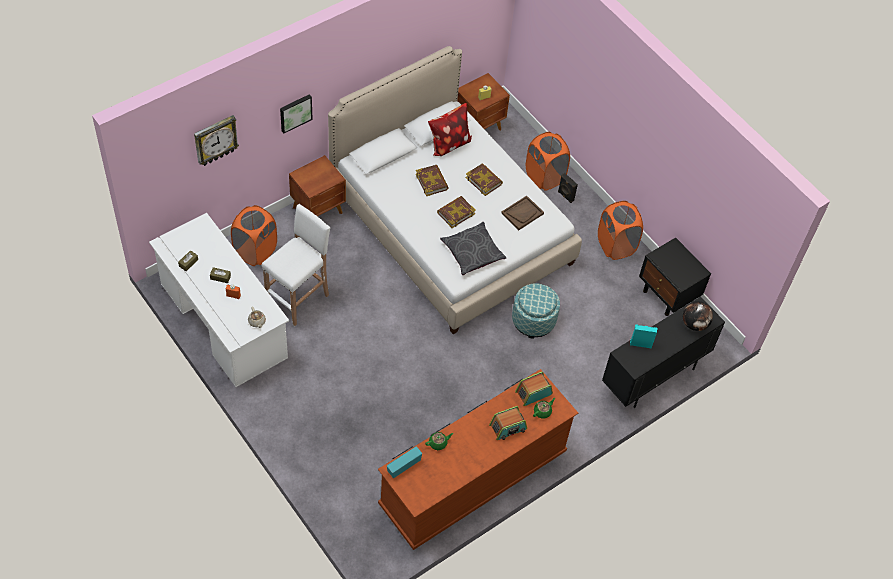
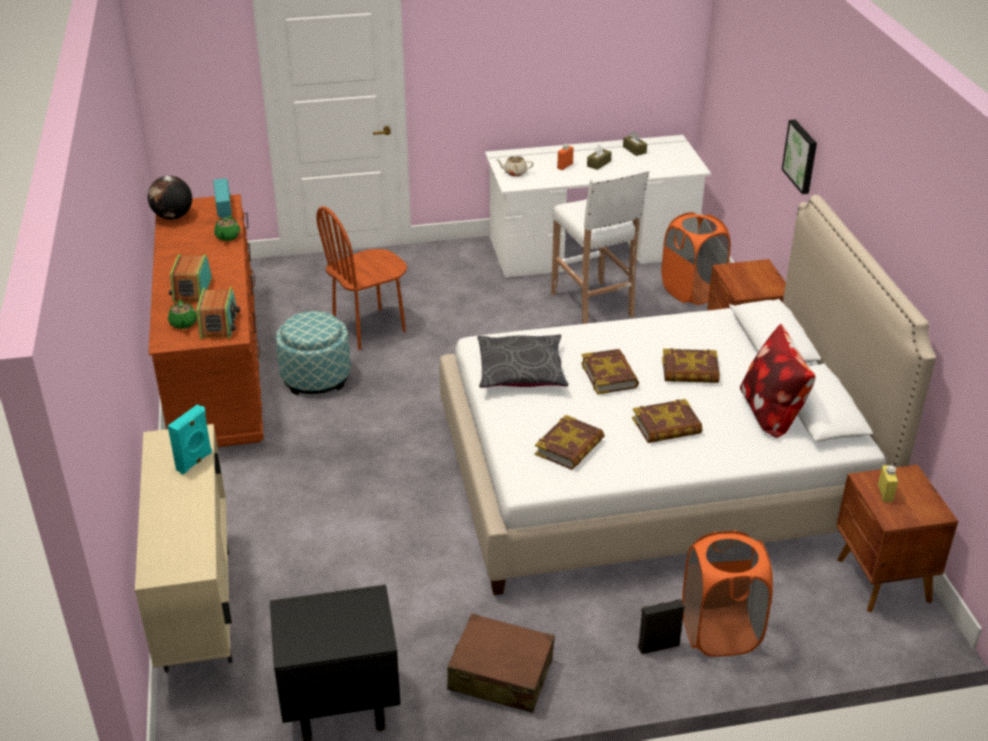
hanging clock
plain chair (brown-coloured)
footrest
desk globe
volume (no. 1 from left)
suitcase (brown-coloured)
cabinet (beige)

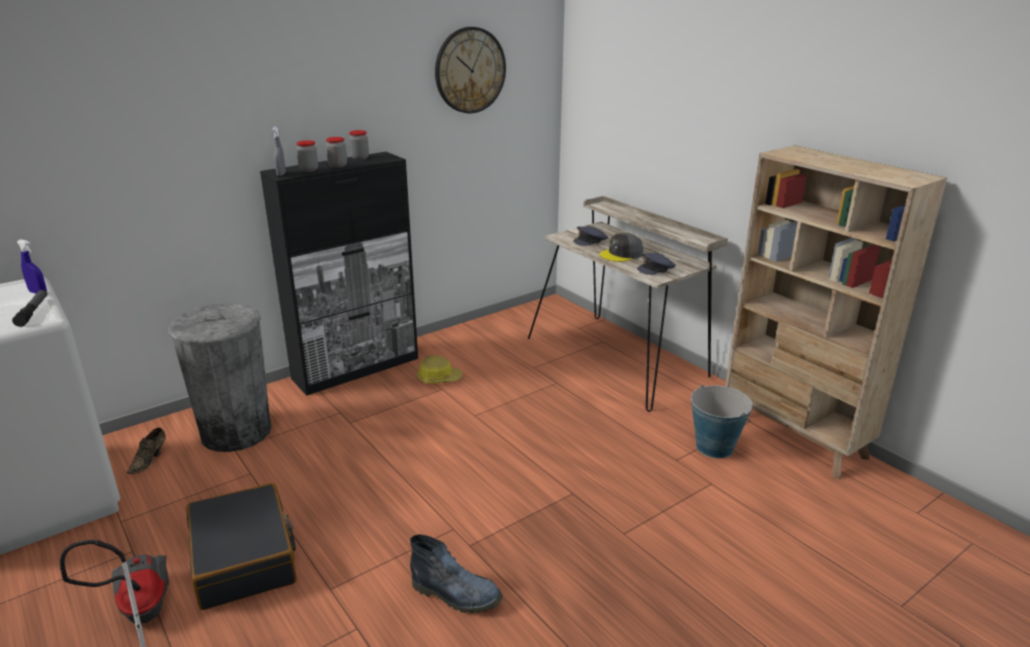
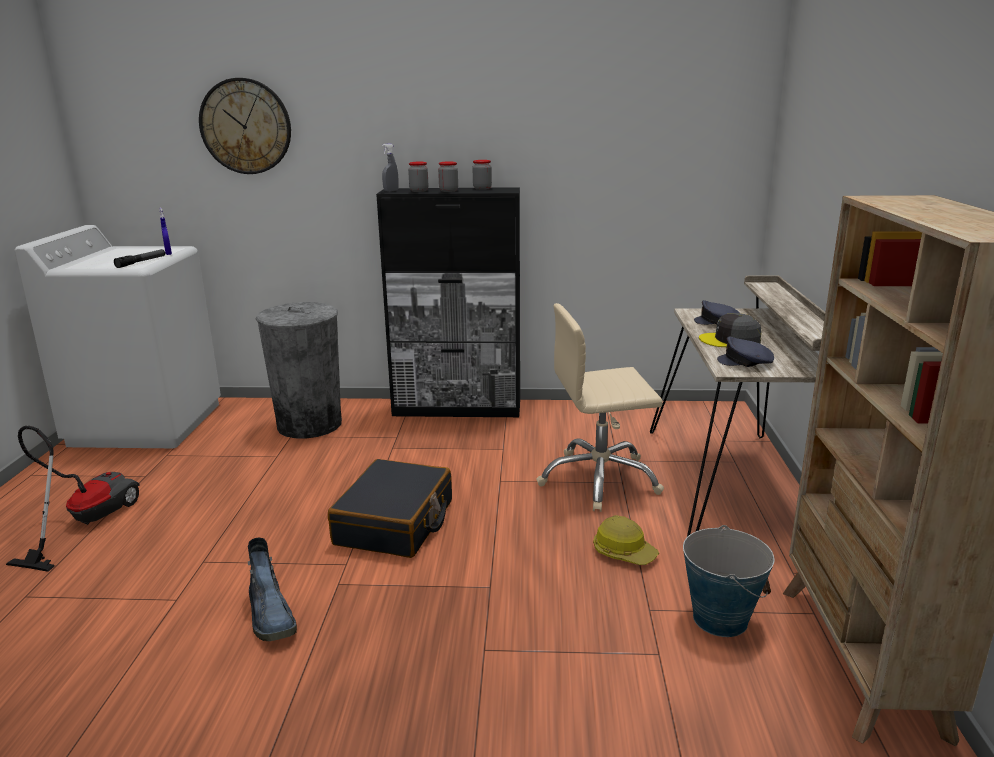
item of footwear (brown-coloured)
office chair (beige)
suitcase (black-coloured)
work helmet
hanging clock

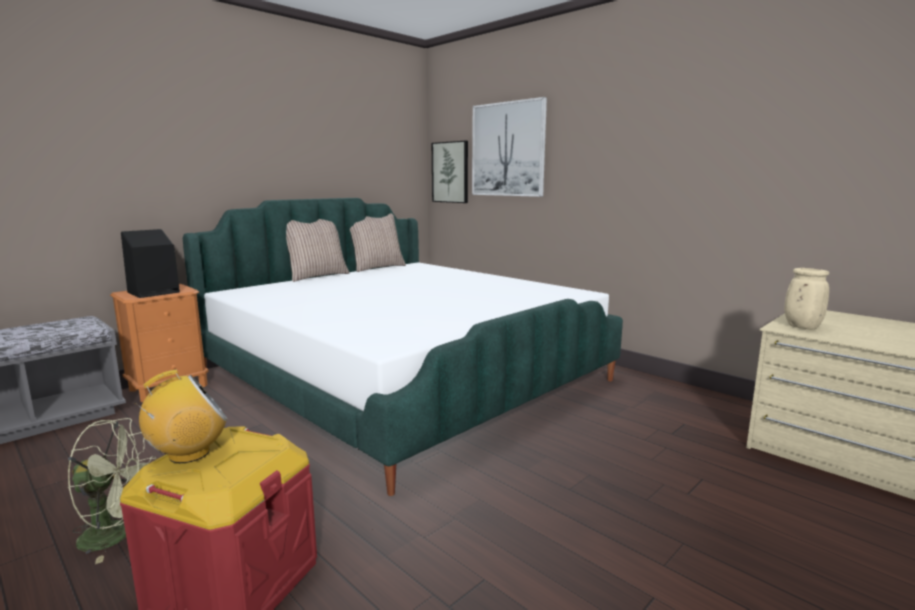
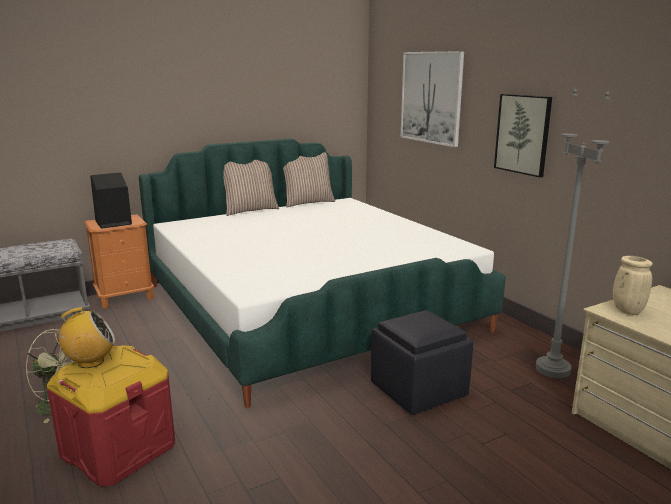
footrest (black-coloured)
floor lamp (grey)
picture (no. 2 from left)

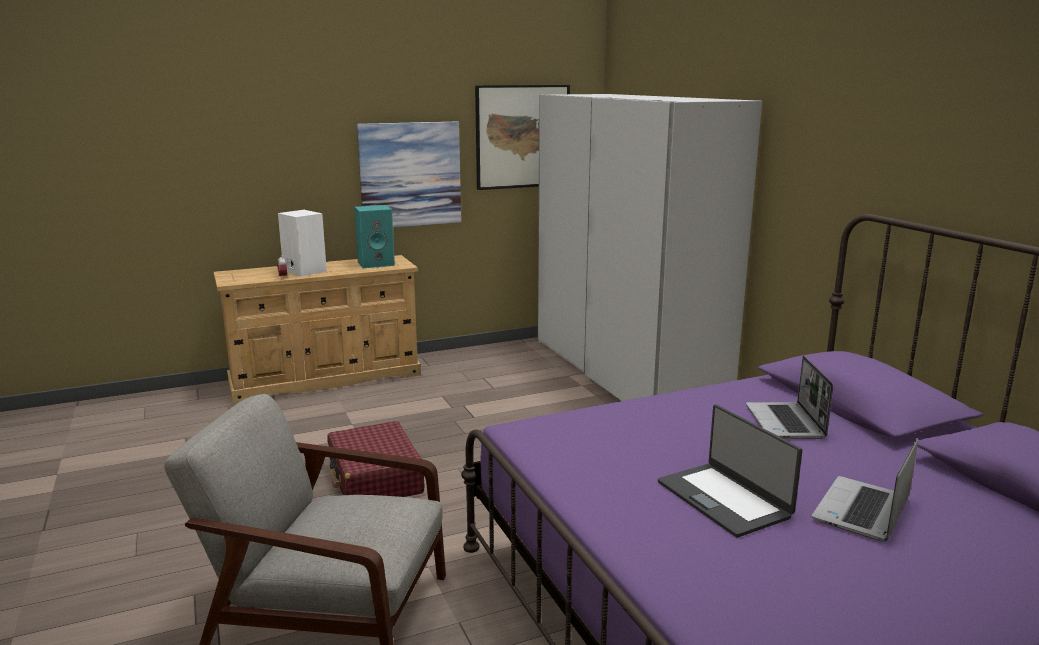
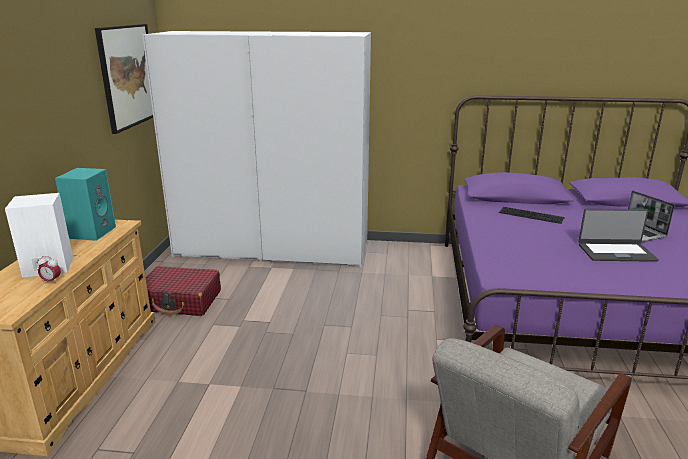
picture (no. 1 from left in the first image)
suitcase (red-coloured)
PC keyboard

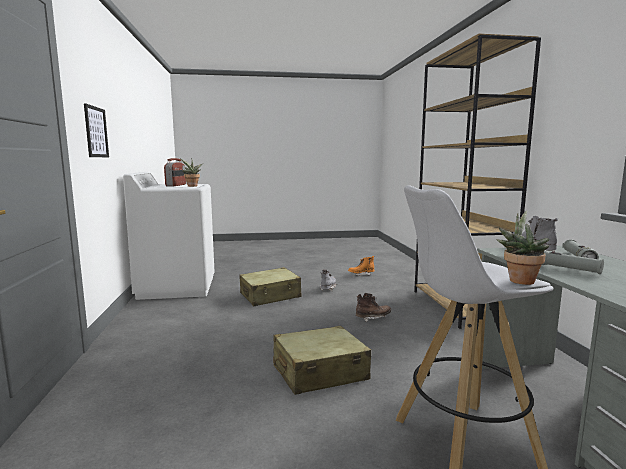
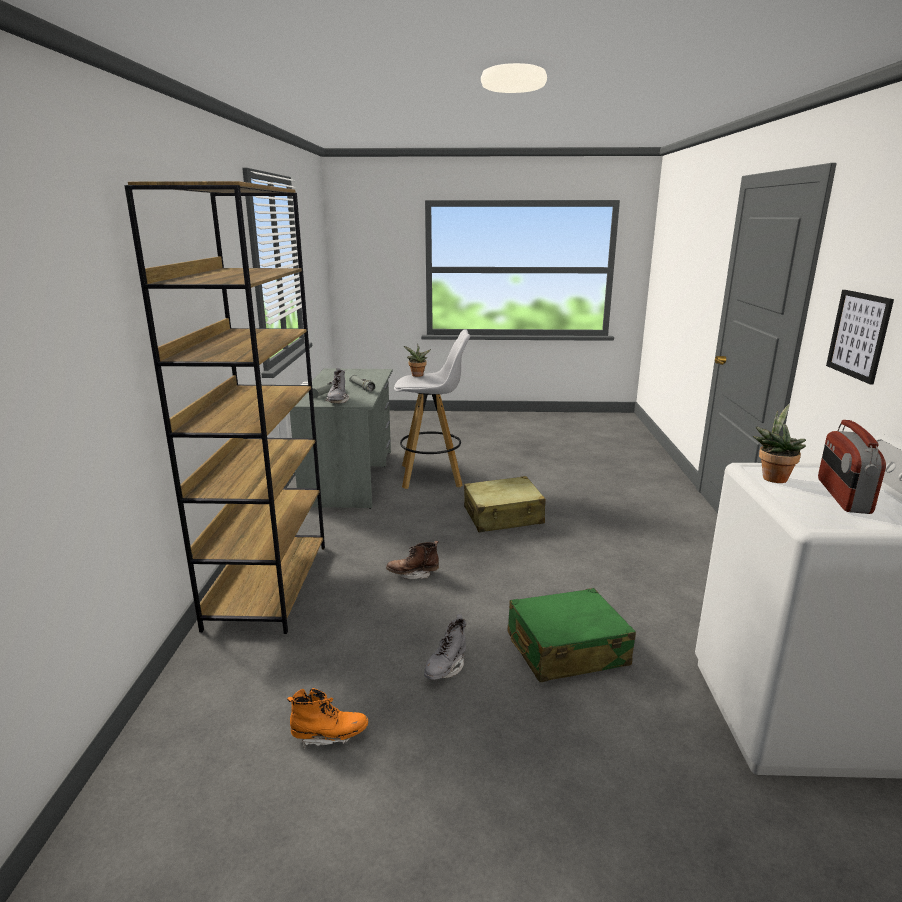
suitcase (greenish)

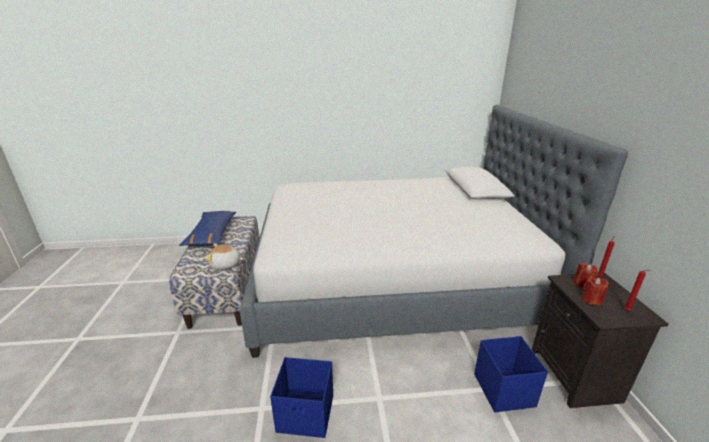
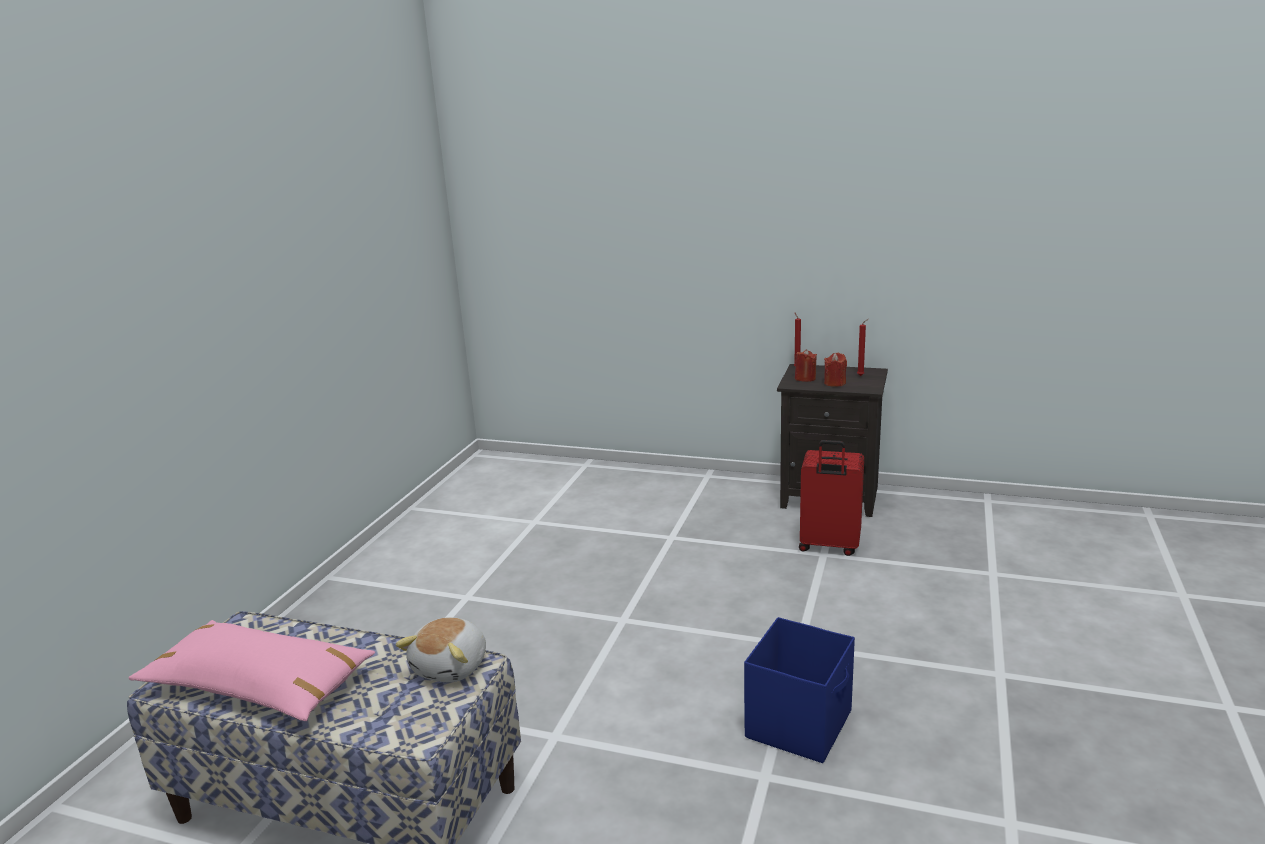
sleeping bed
suitcase (red-coloured)
pillow (pink)

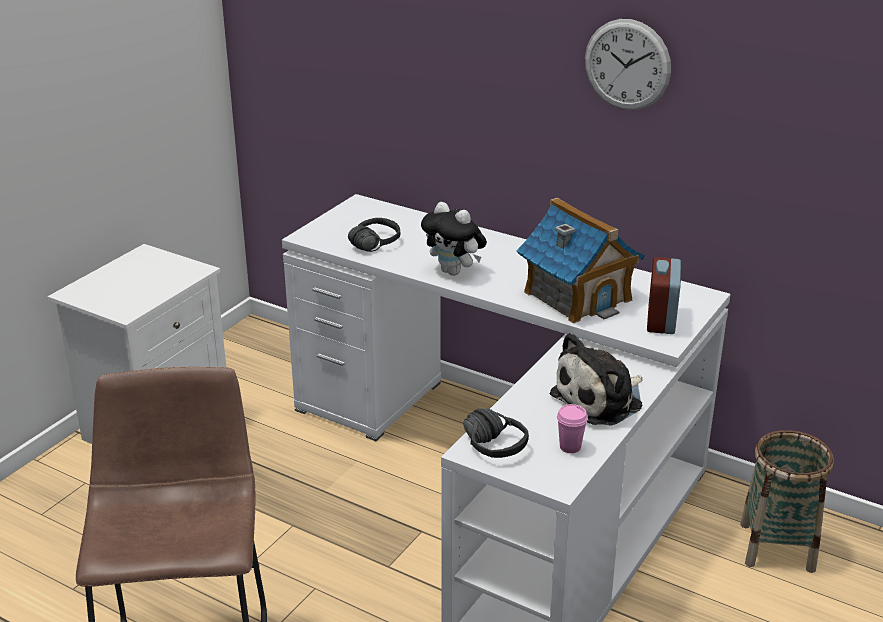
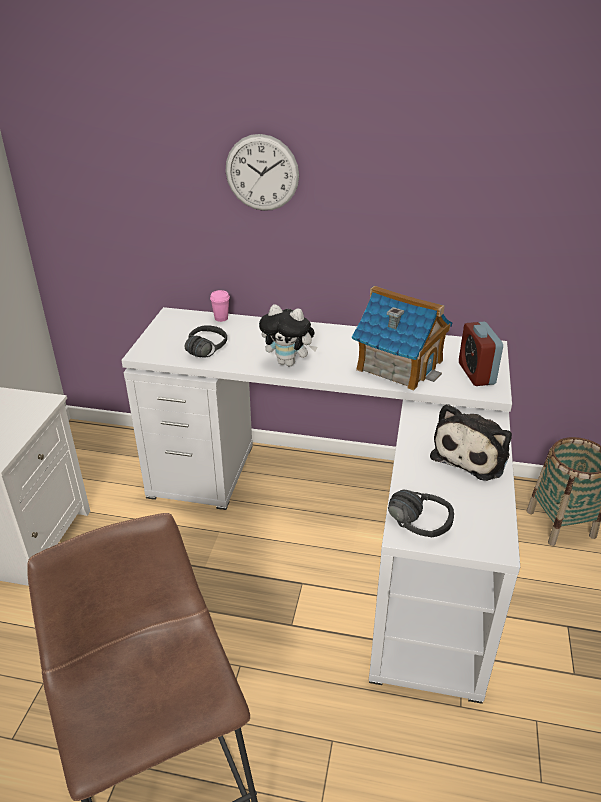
cup (pink)
hanging clock

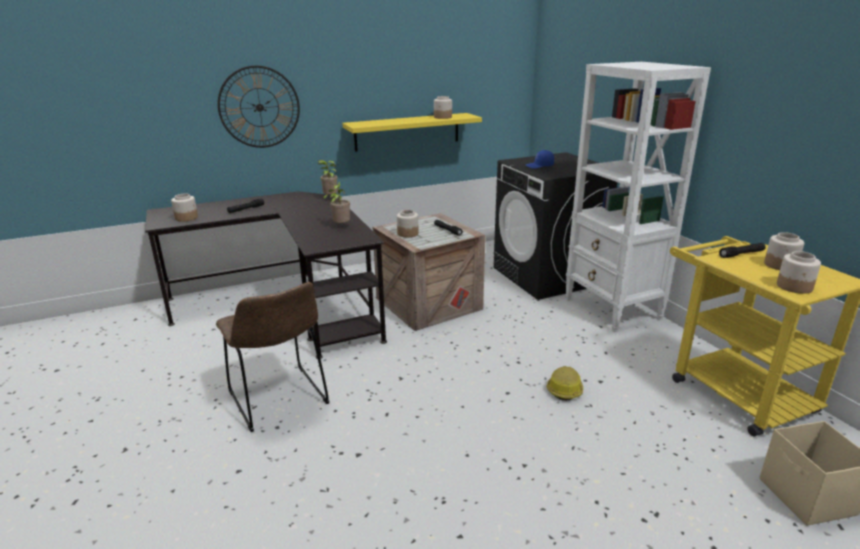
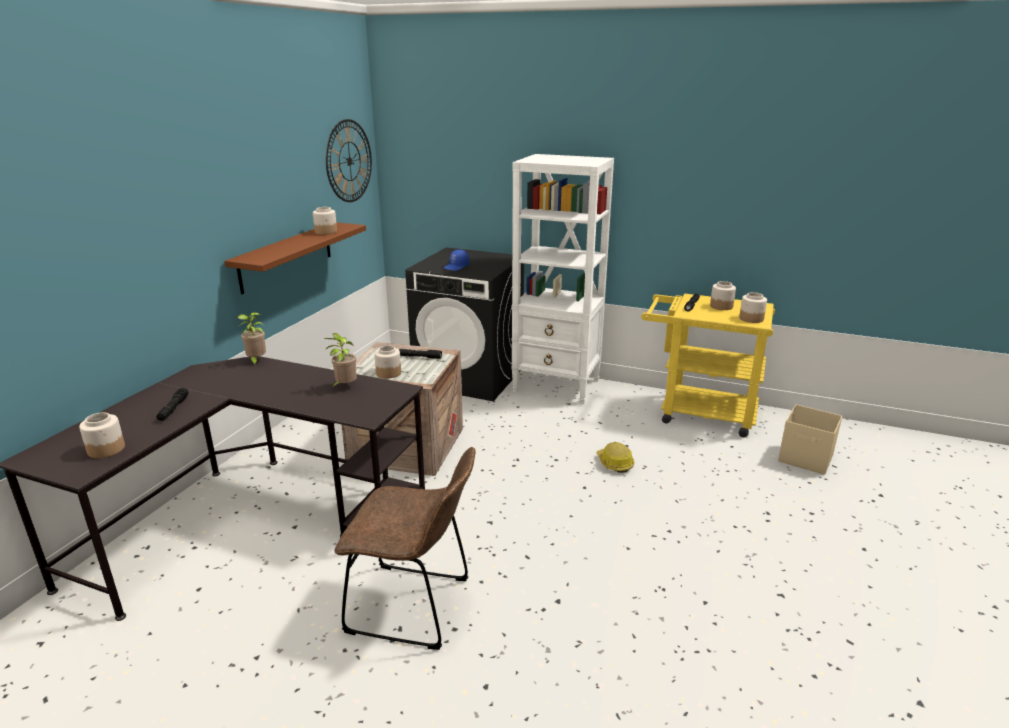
hanging clock
bracket shelf (brown-coloured)

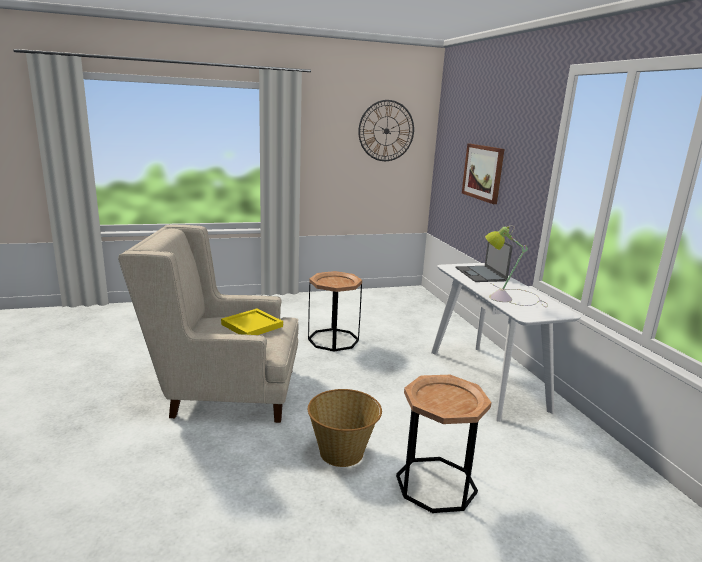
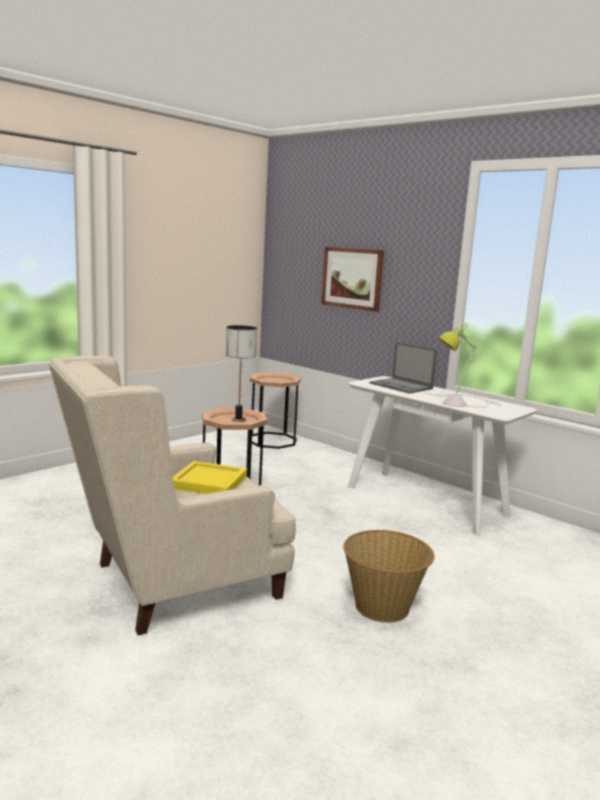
hanging clock
lamp for a table (no. 1 from left)
side table (brown-coloured) (no. 2 from left)

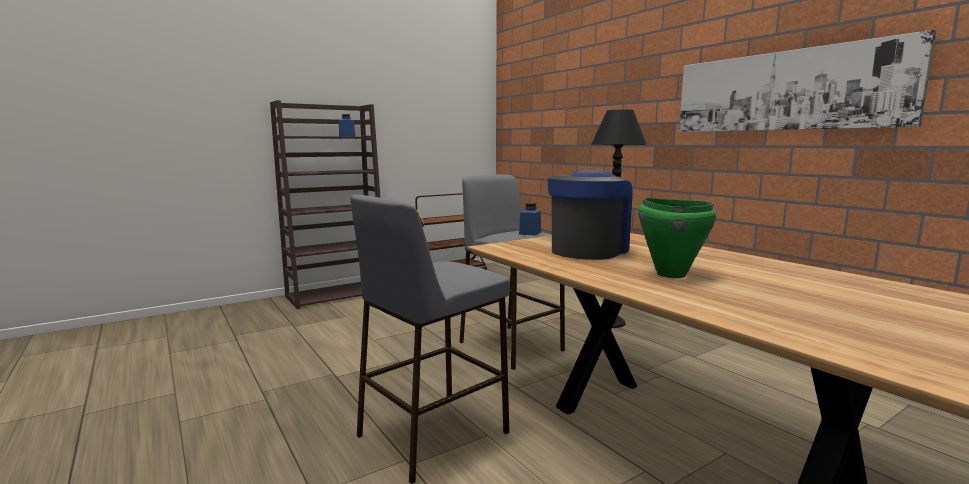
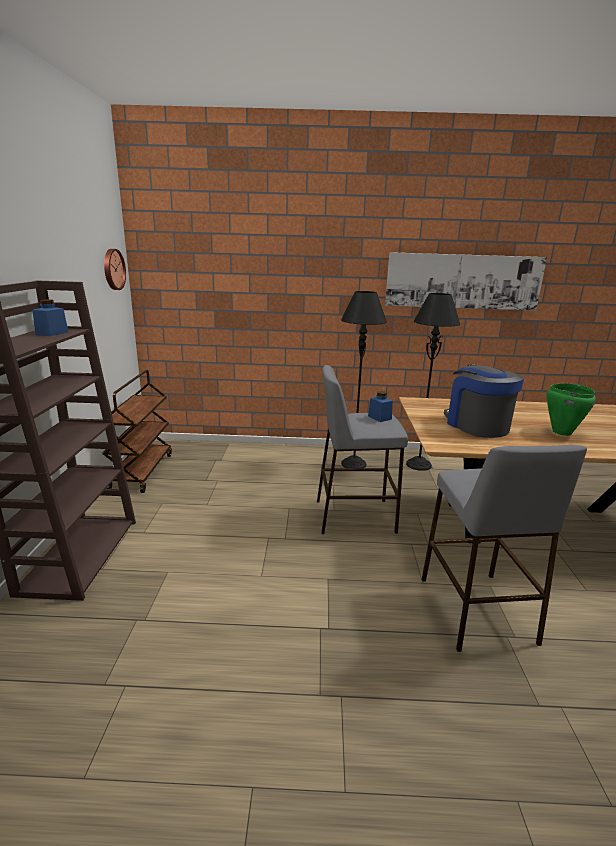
hanging clock
floor lamp (black-coloured) (no. 2 from left)

